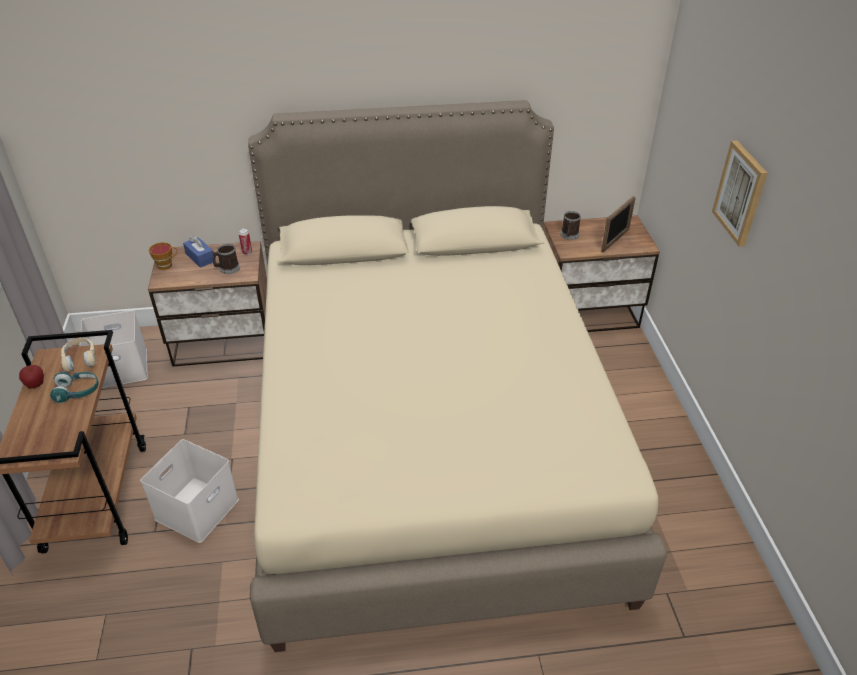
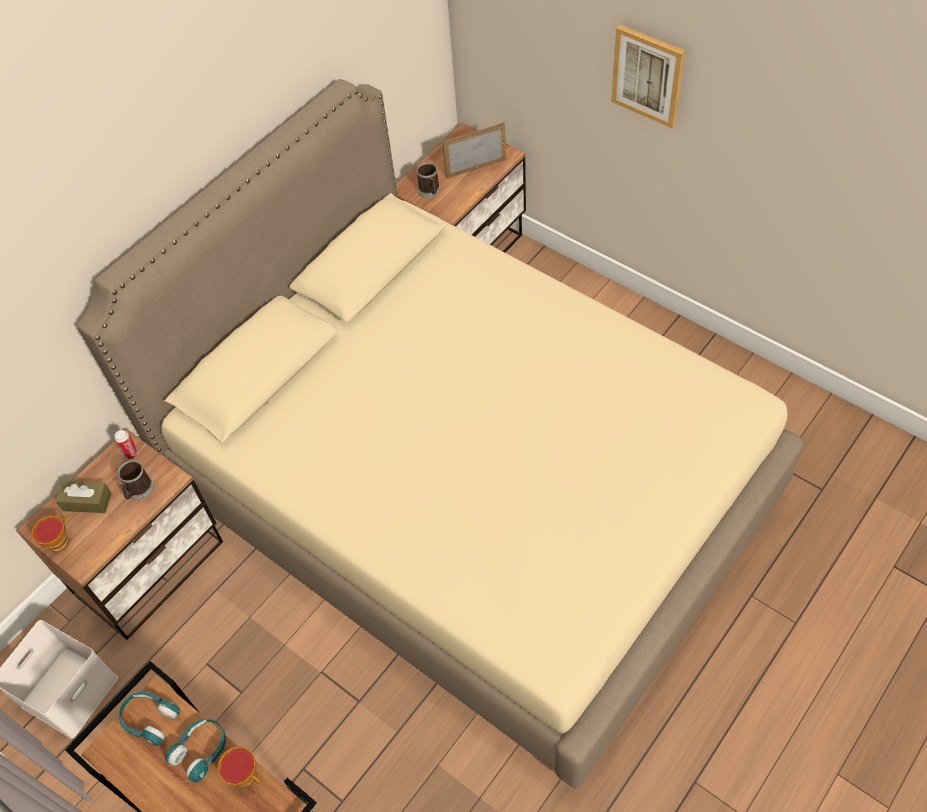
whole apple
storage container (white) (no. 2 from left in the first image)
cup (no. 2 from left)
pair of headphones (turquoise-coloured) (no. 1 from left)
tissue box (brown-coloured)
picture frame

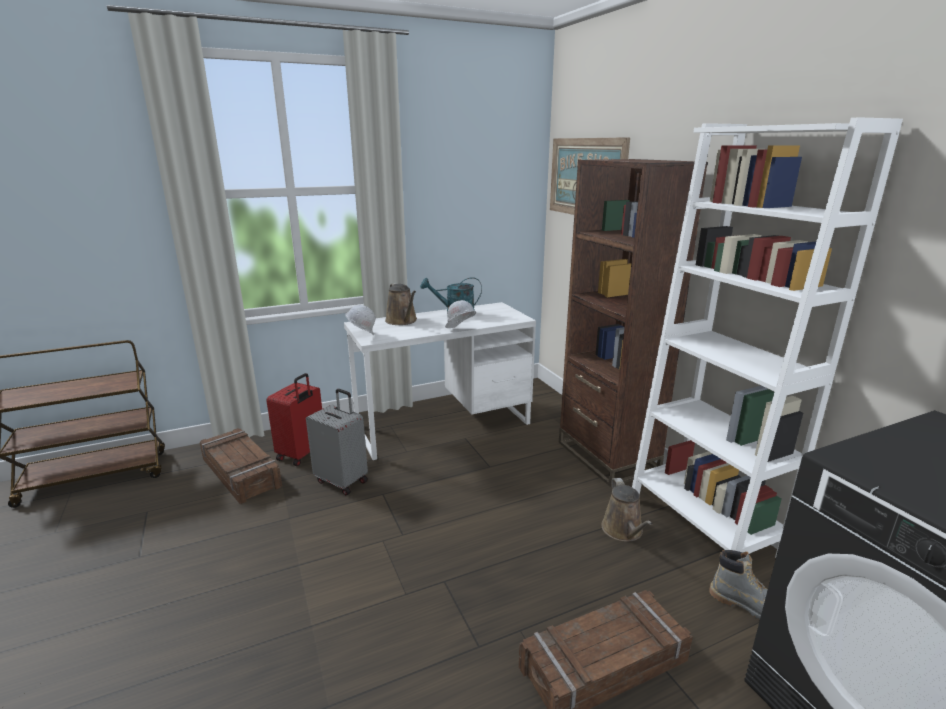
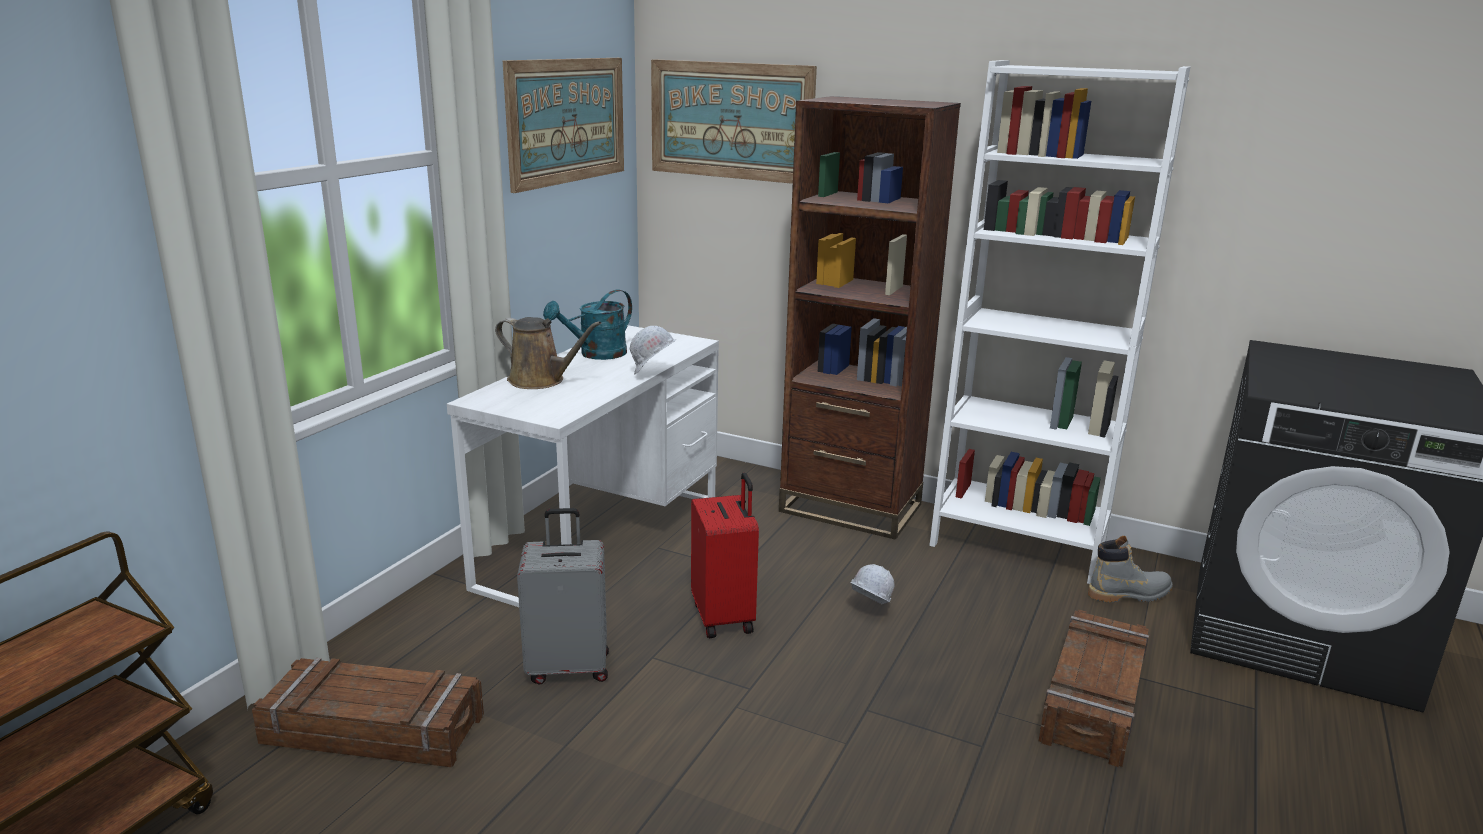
watering can (brown-coloured) (no. 2 from left in the first image)
picture (no. 1 from left)
suitcase (red-coloured)
work helmet (white) (no. 2 from left)

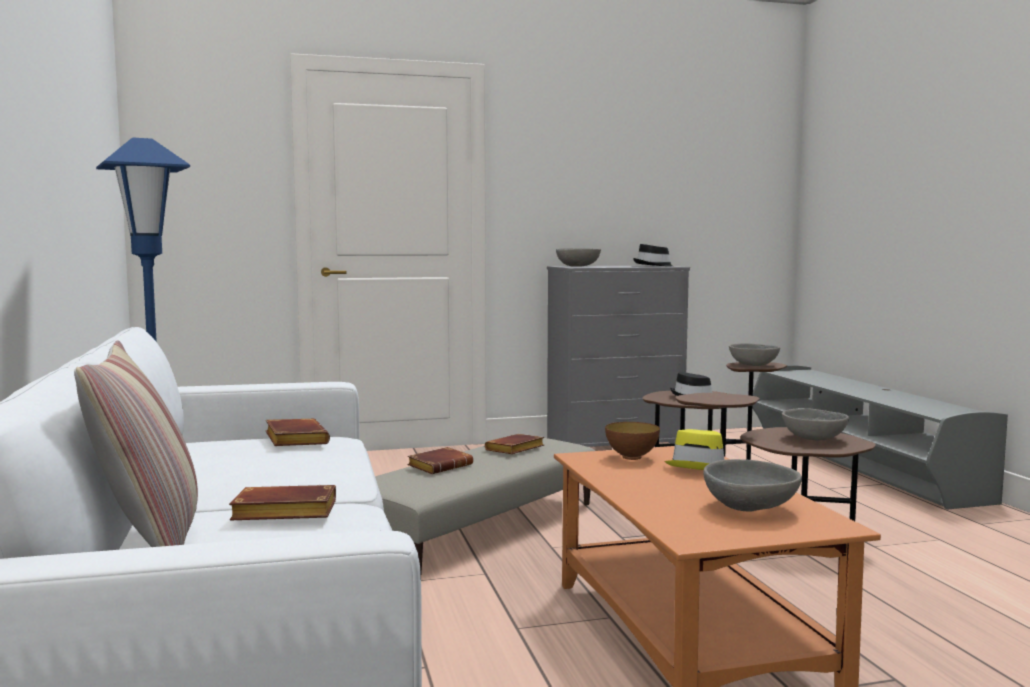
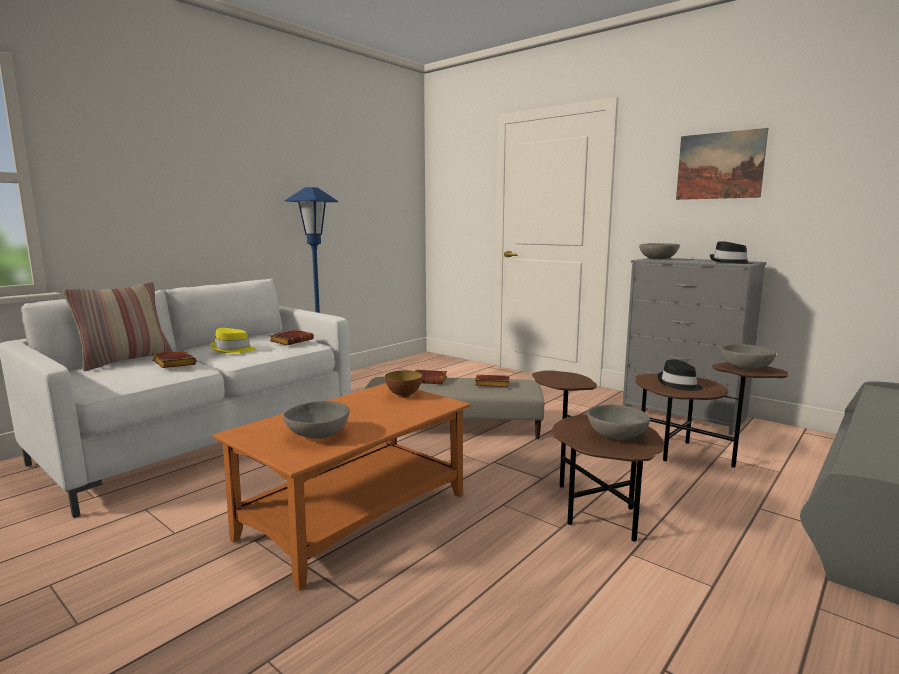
picture
hat (yellow)

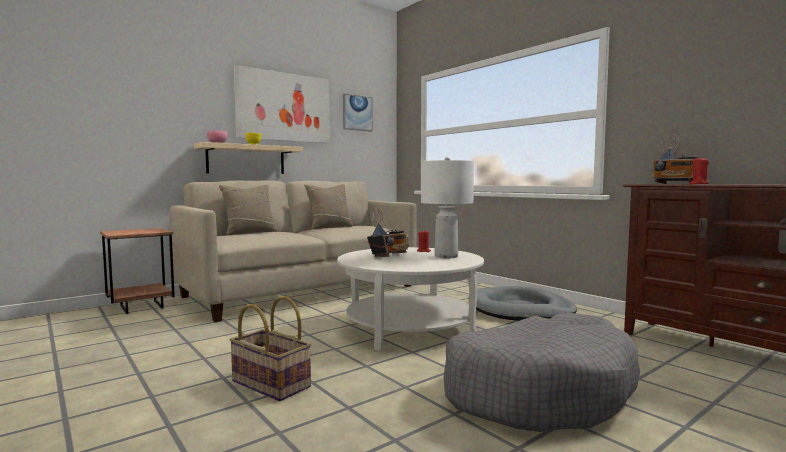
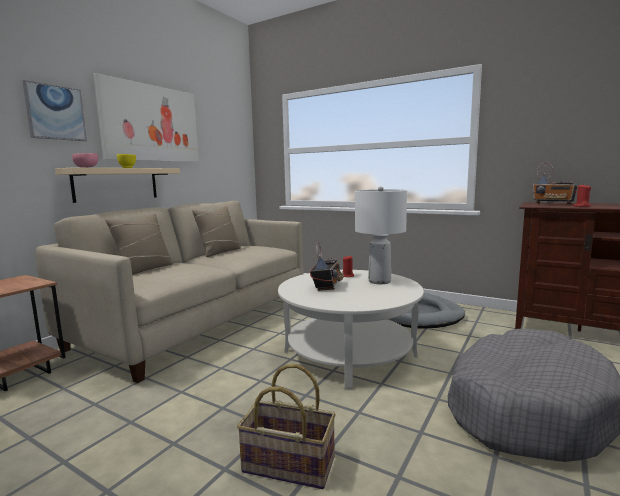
picture (no. 1 from left)

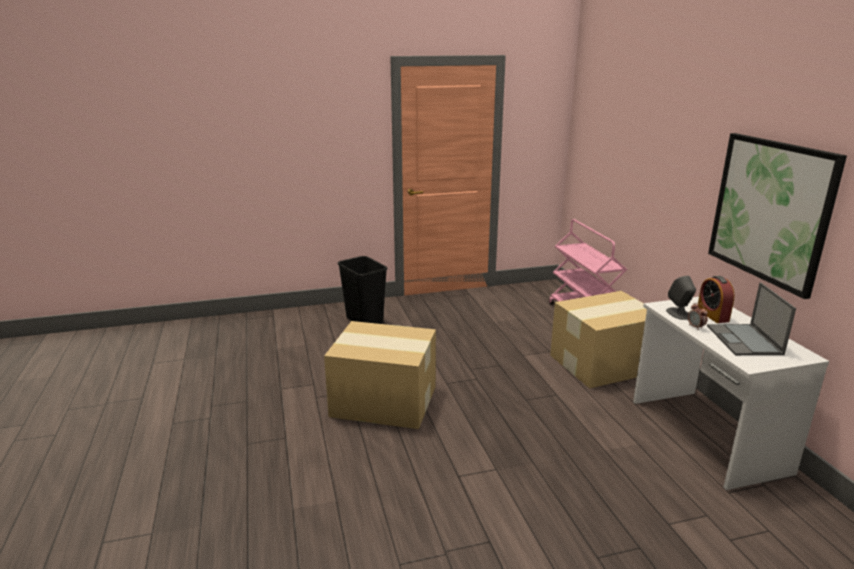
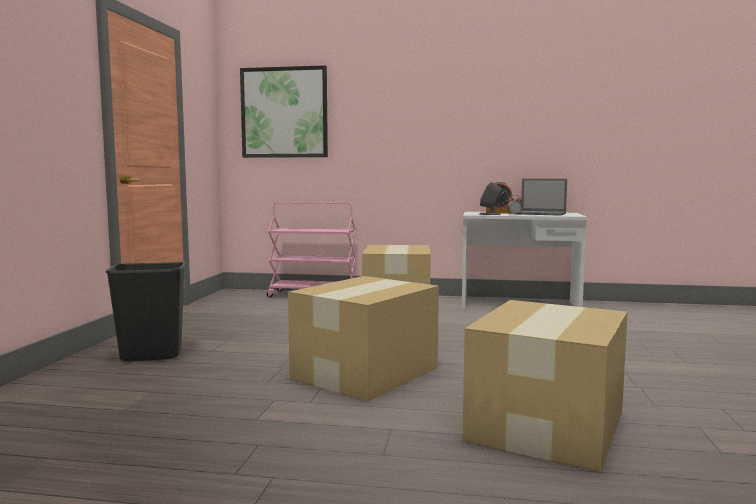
cardboard box (no. 3 from left)
picture

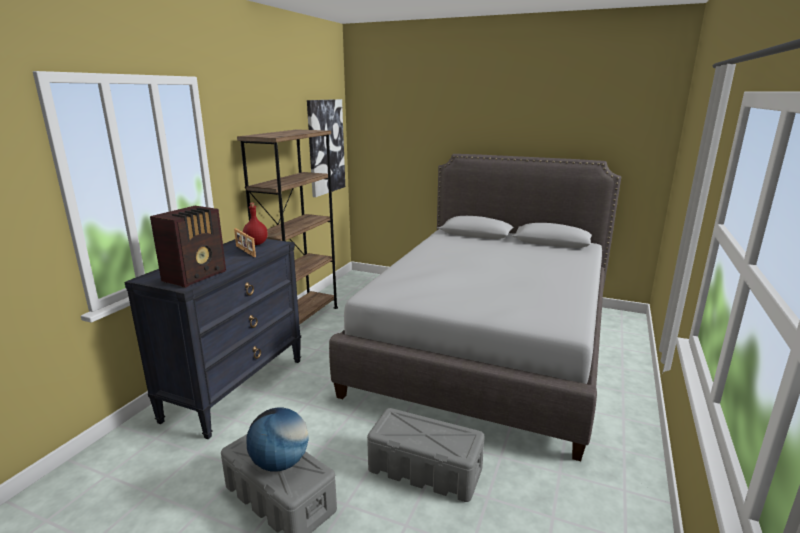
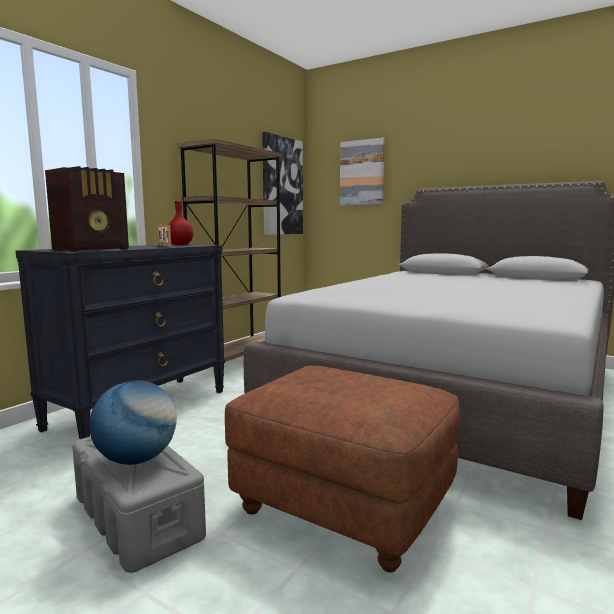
picture (no. 2 from left)
footrest (brown-coloured)

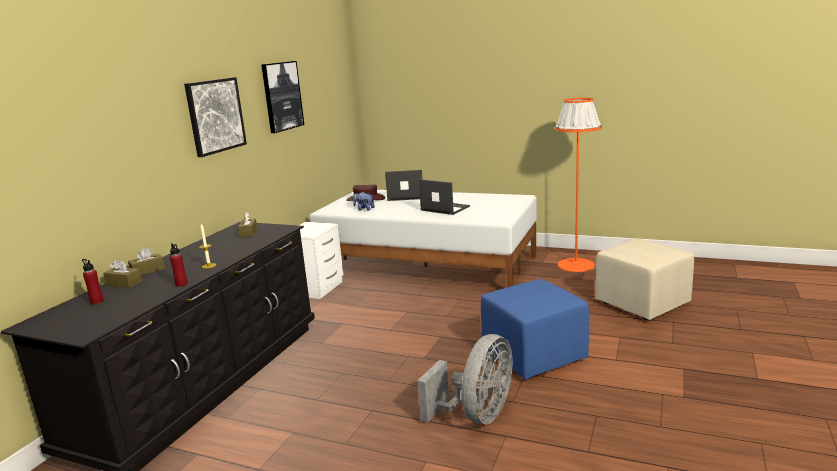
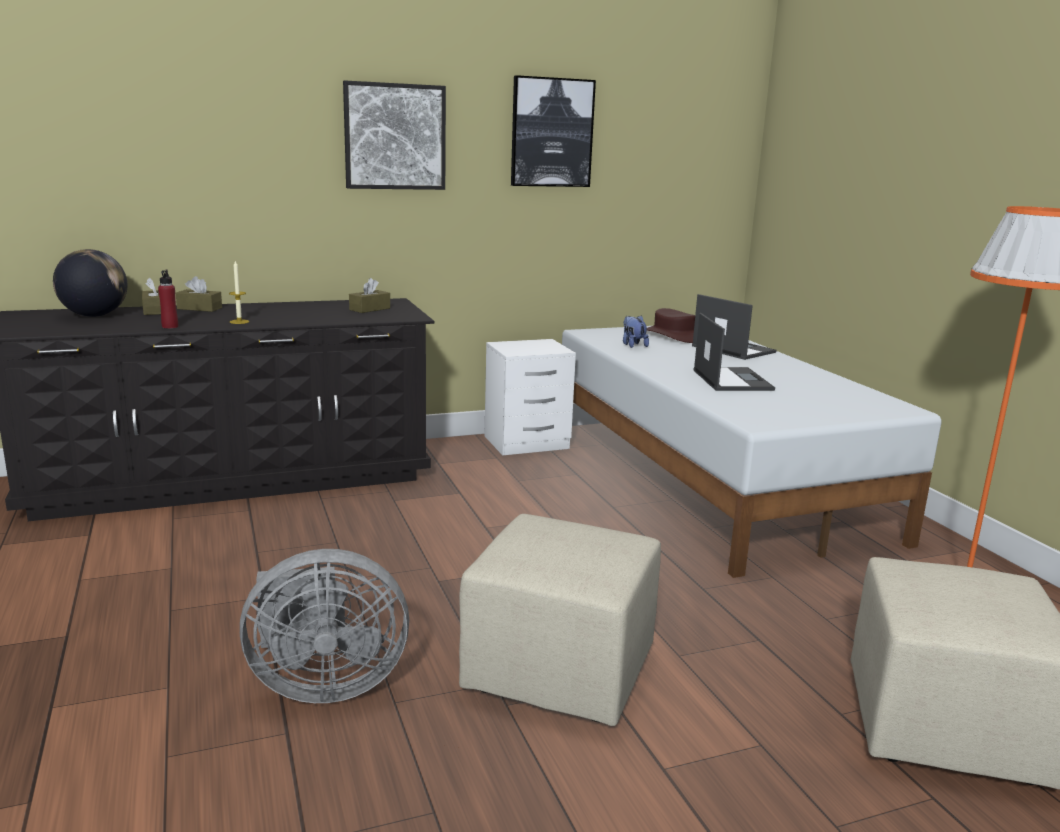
desk globe
footrest (beige) (no. 1 from left)

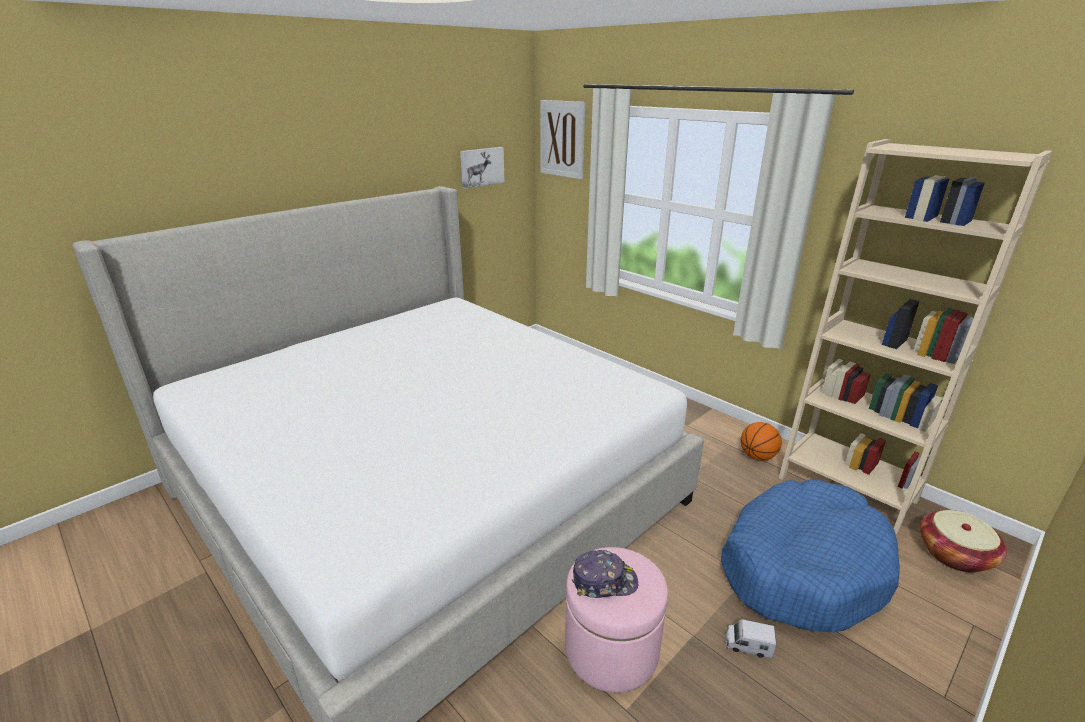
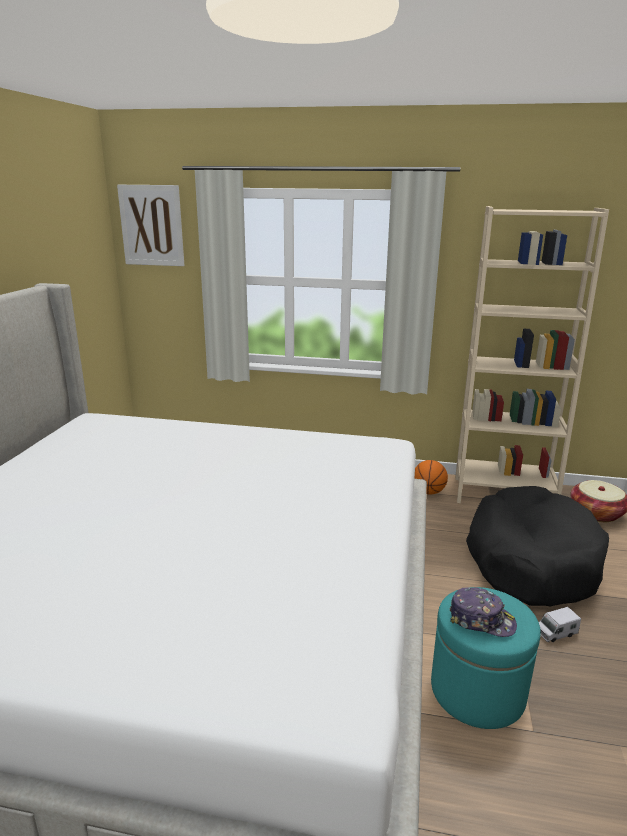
picture (no. 1 from left in the first image)
footrest (turquoise-coloured)
dog bed (black-coloured)
peaked cap

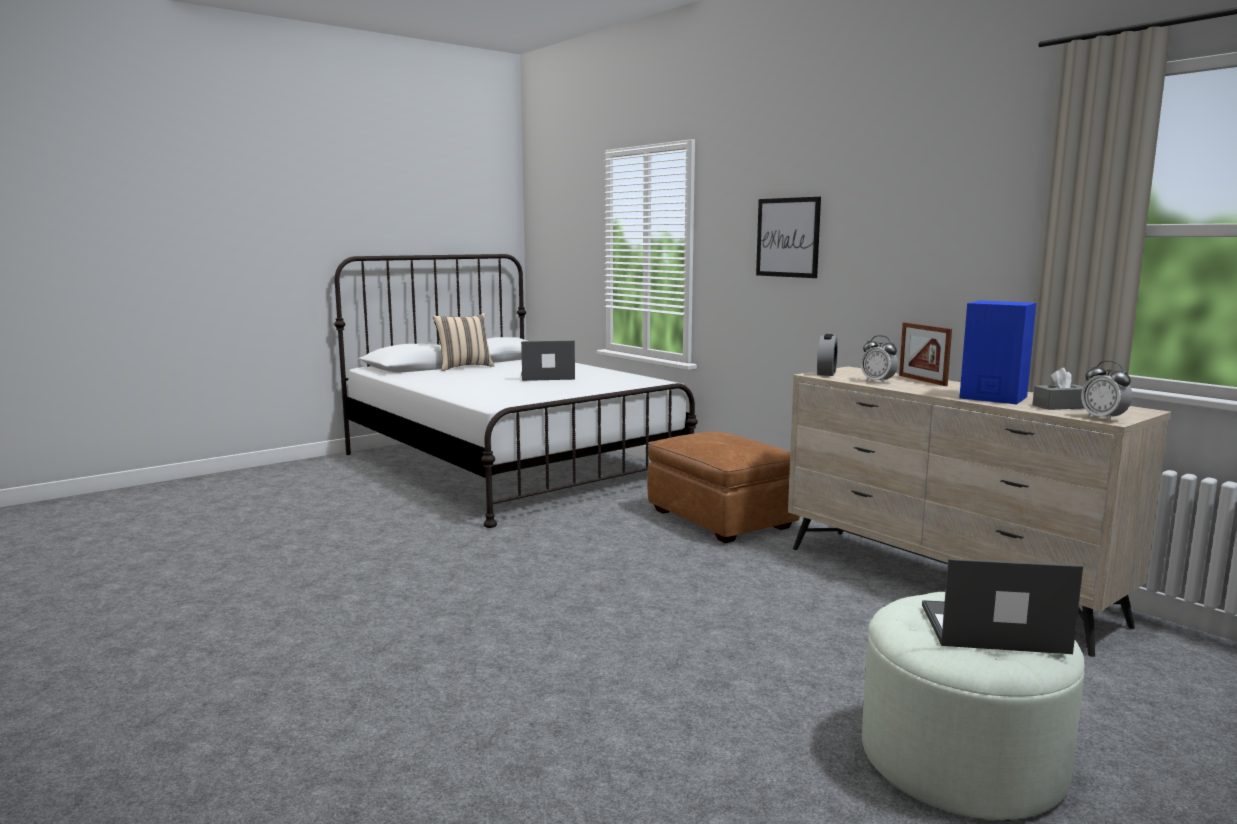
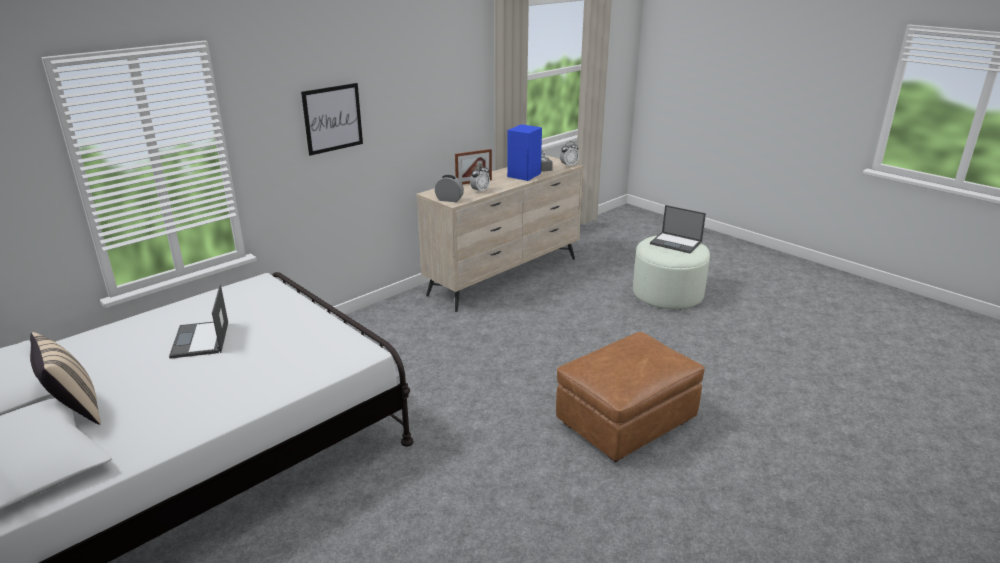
footrest (brown-coloured)
laptop (no. 2 from left)

